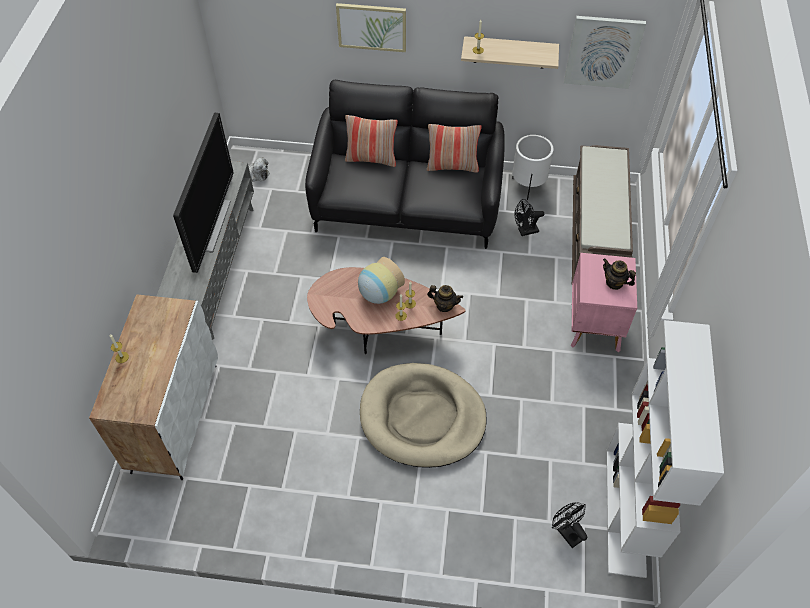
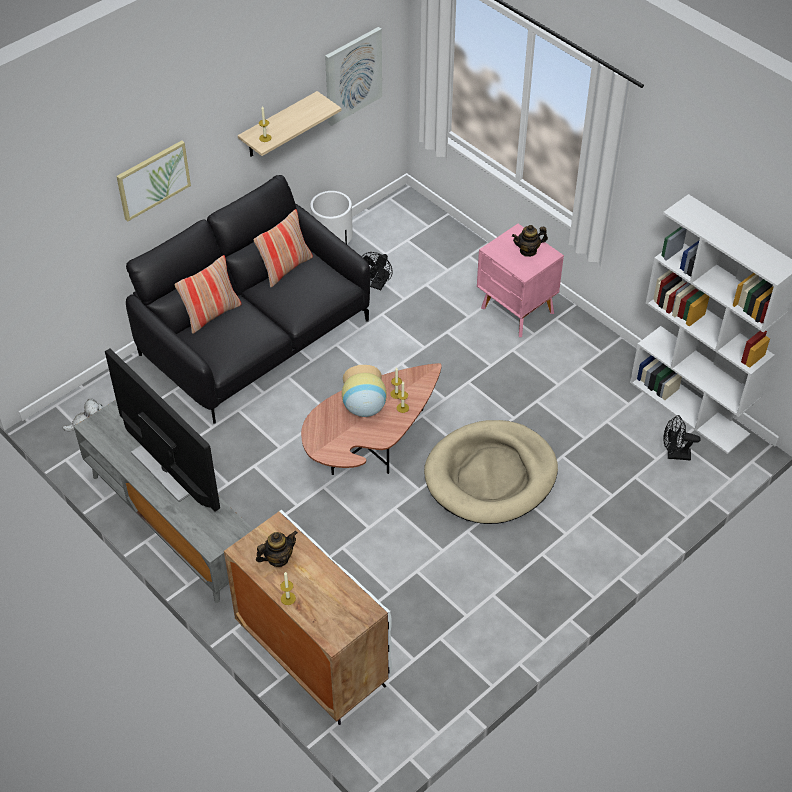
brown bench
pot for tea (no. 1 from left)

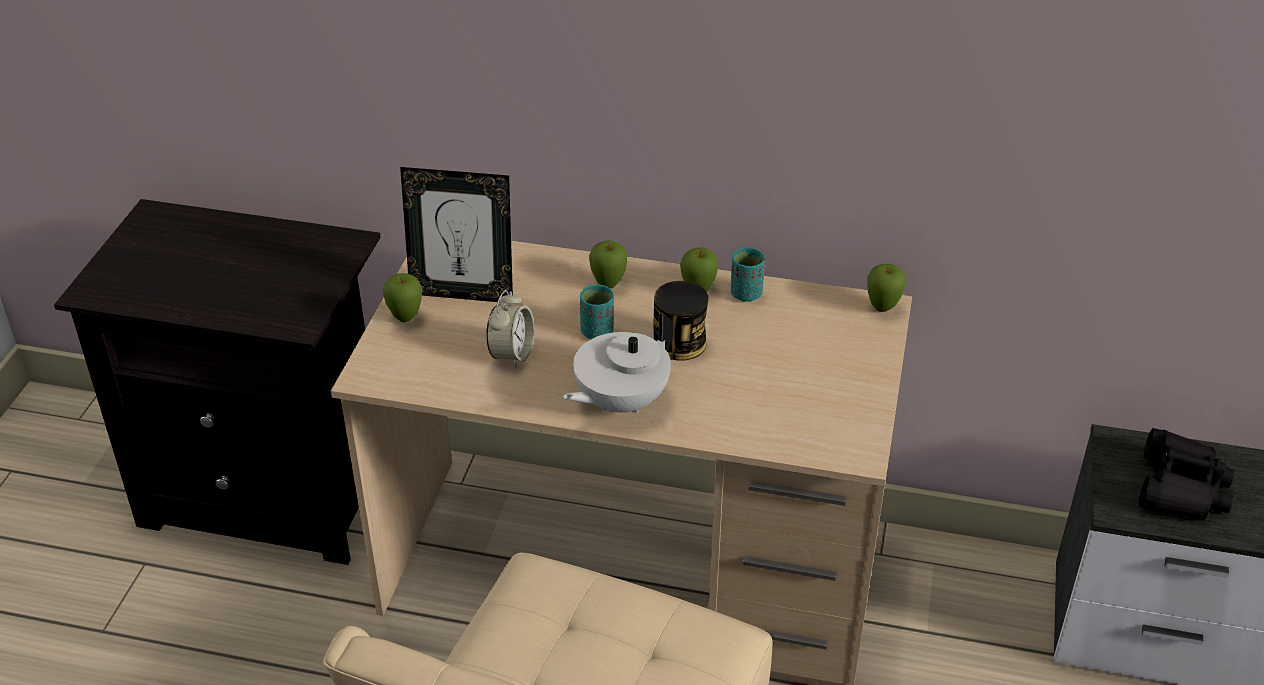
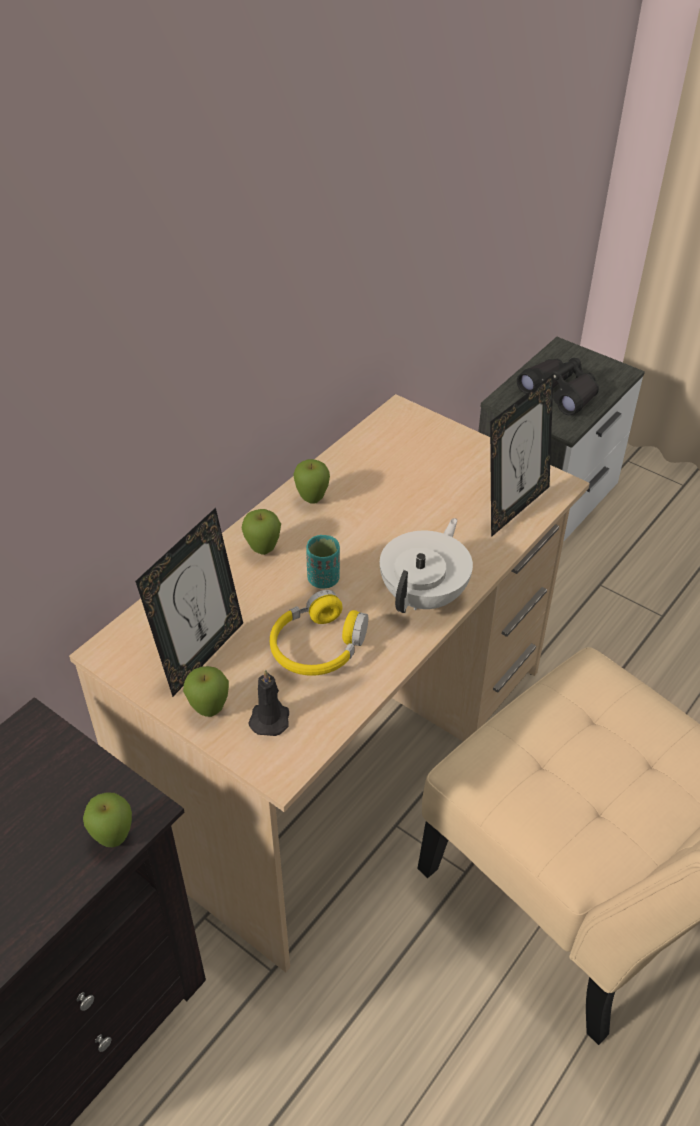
turquoise-coloured drinking cup (no. 2 from left in the first image)
whole apple (no. 1 from left)
sealed can
yellow headset
white-coloured pot for tea
picture frame (no. 2 from left)
black-coloured candle

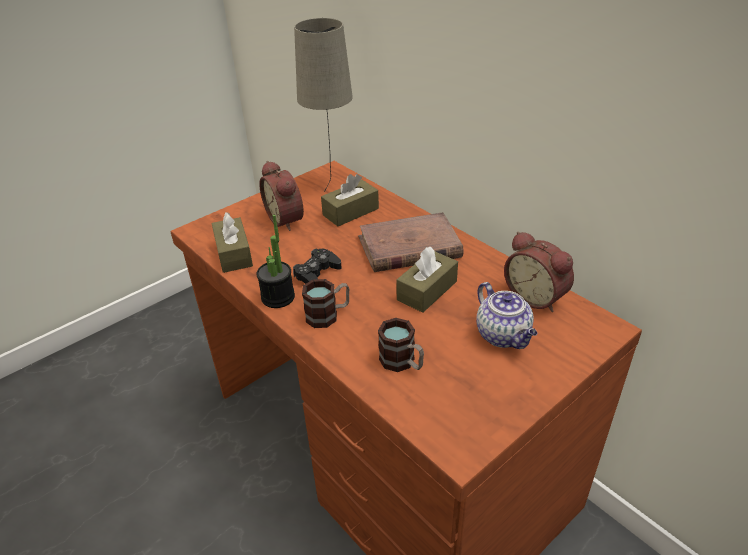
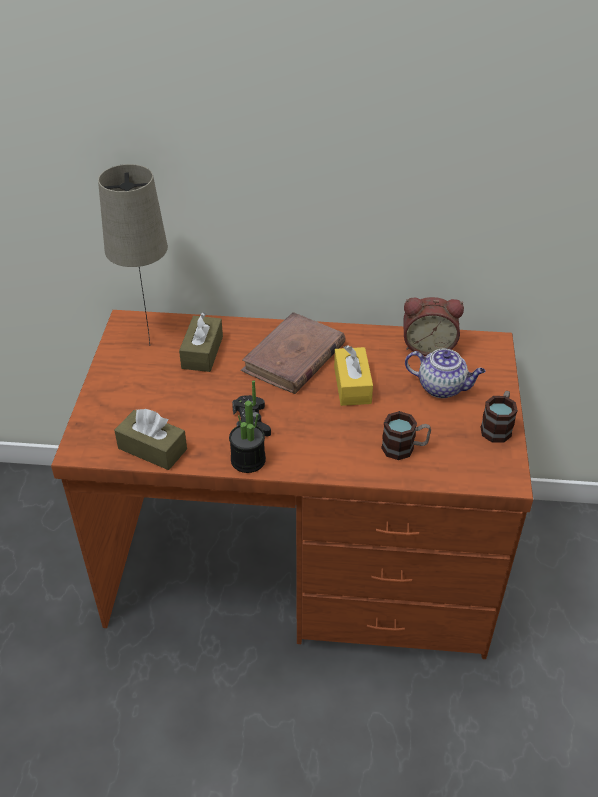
table clock (no. 1 from left in the first image)
yellow tissue box
tea mug (no. 2 from left)

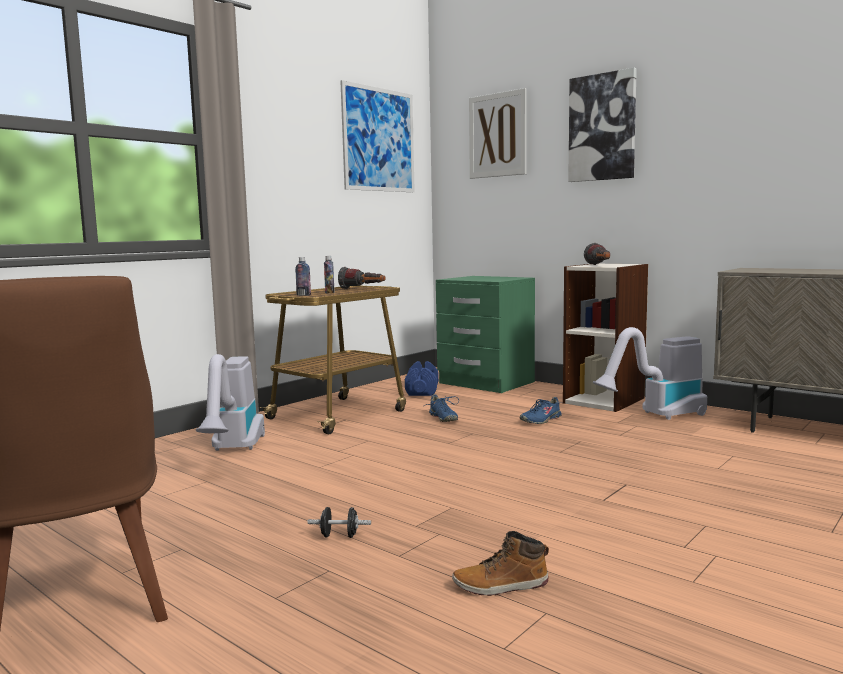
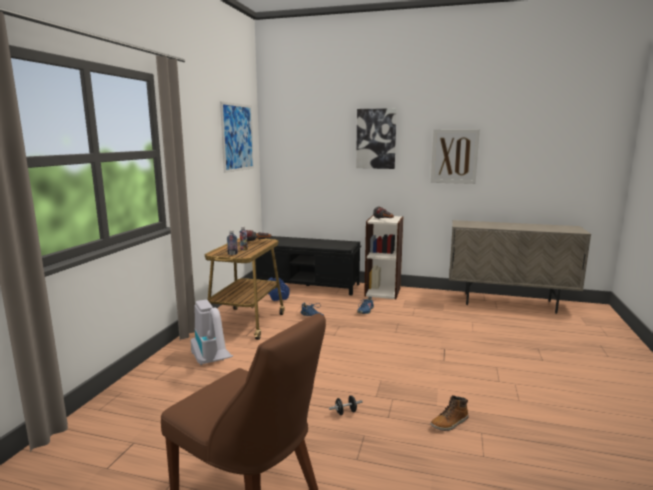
wall picture (no. 3 from left)
black-coloured bench
vacuum cleaner (no. 2 from left in the first image)

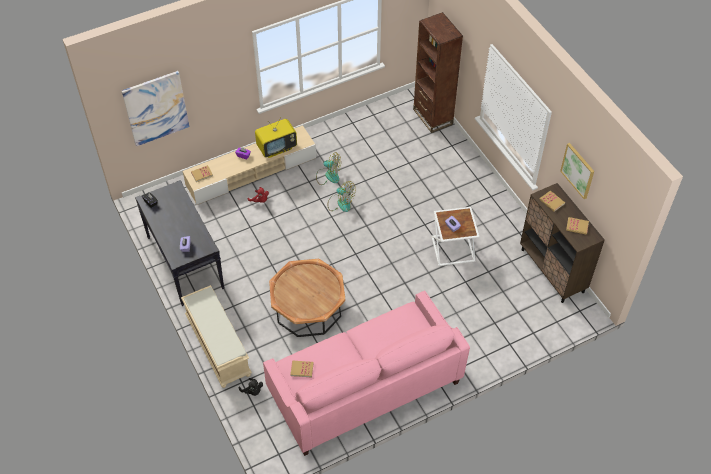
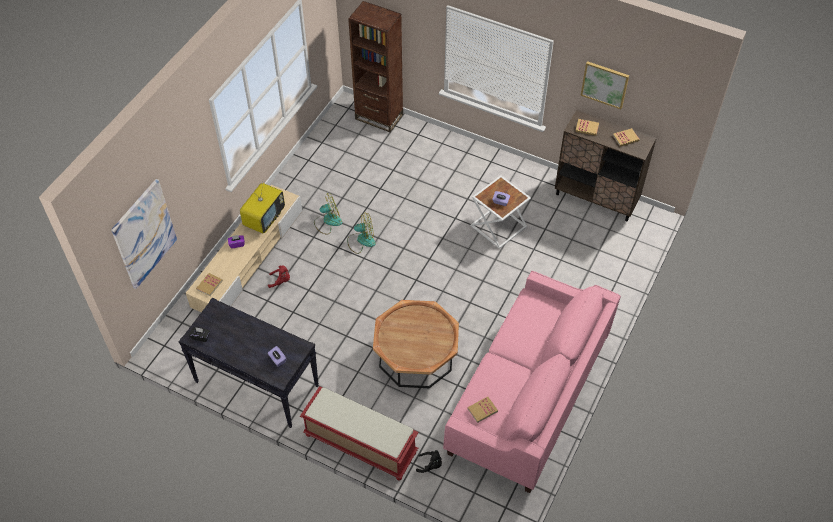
red-coloured bench

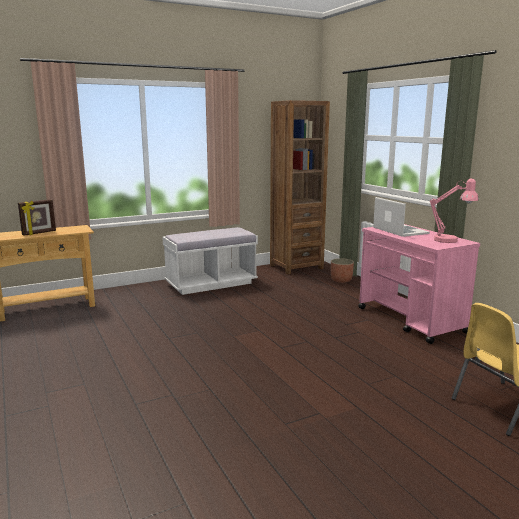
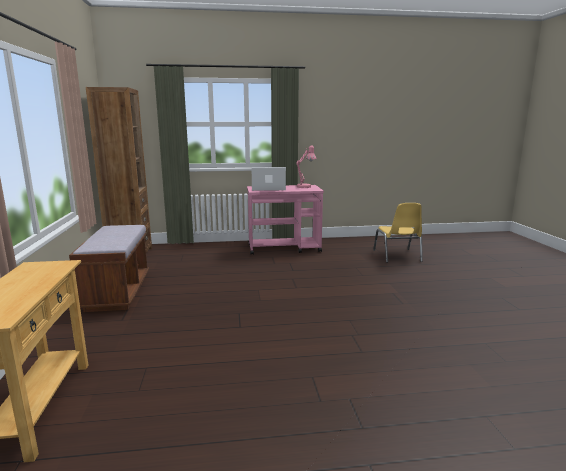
picture frame
brown bench
planter

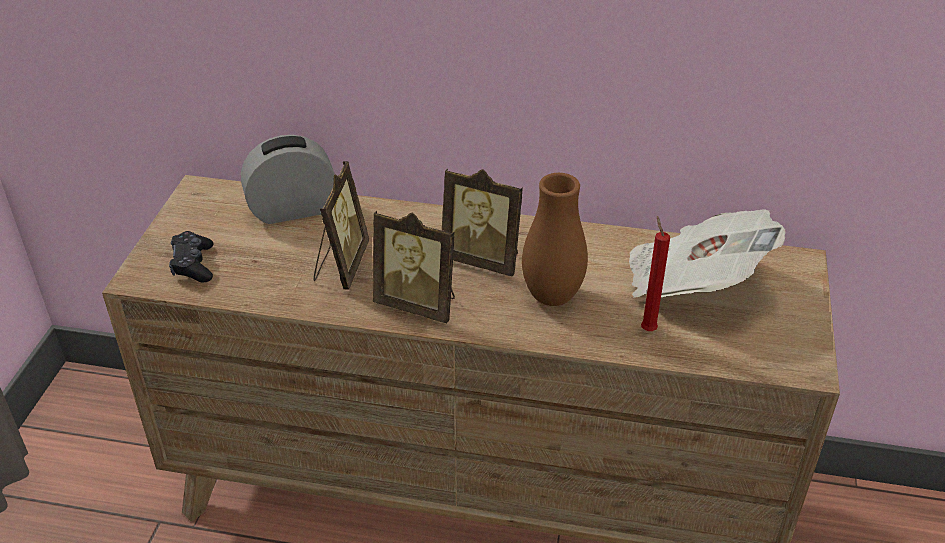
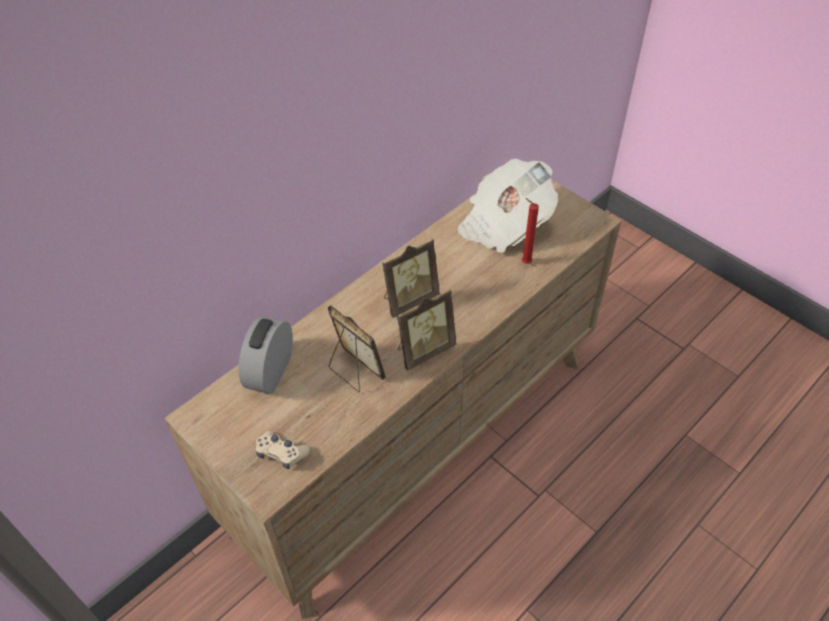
brown flower vase
beige-coloured game controller

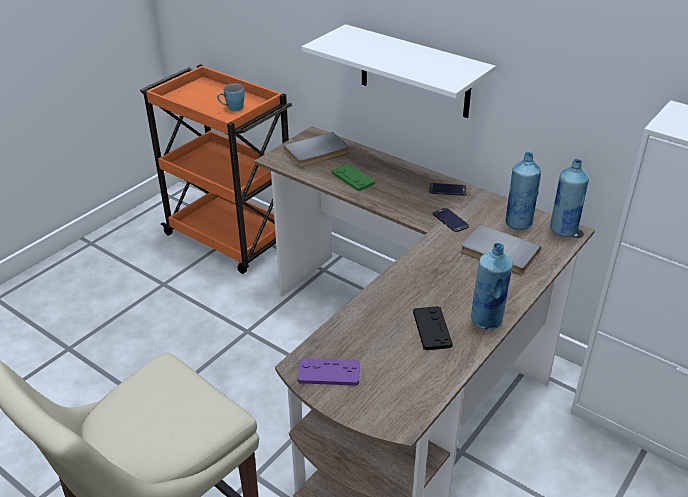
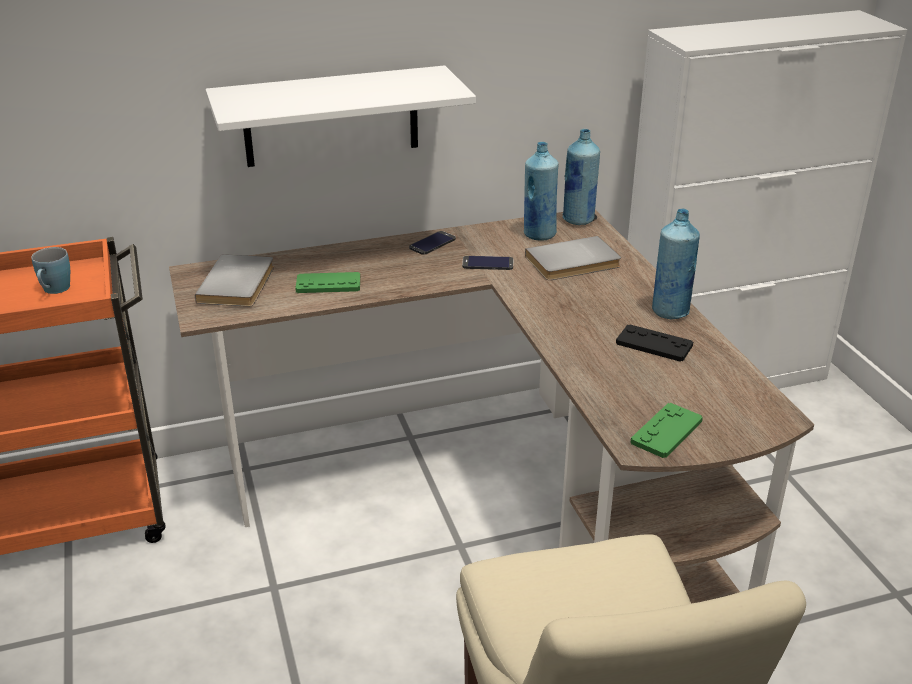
greenish game controller (no. 2 from left)

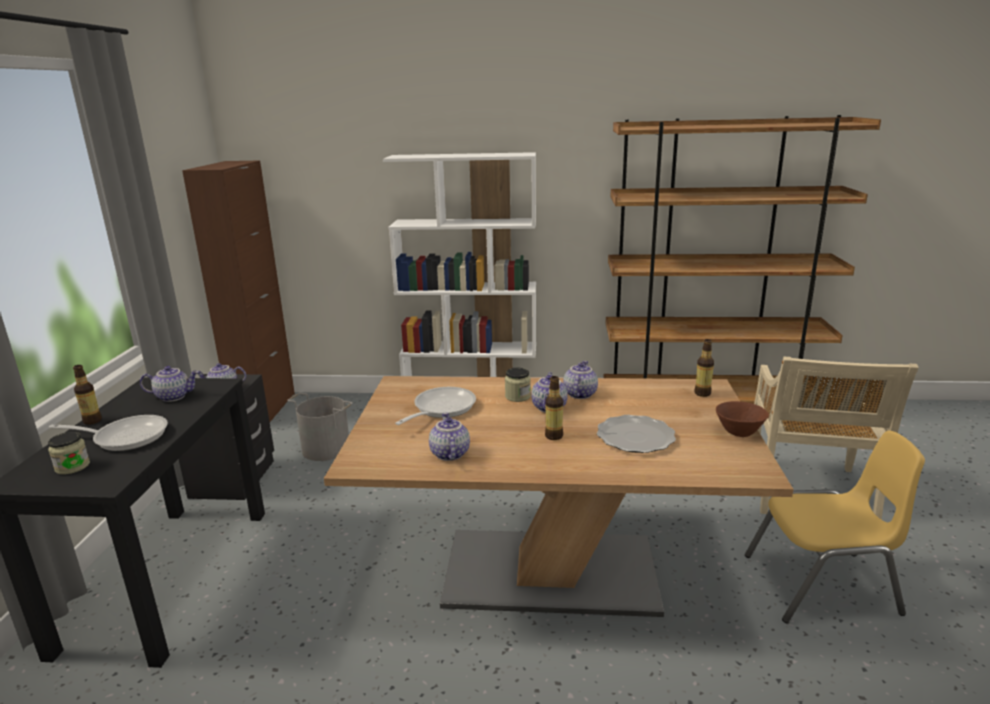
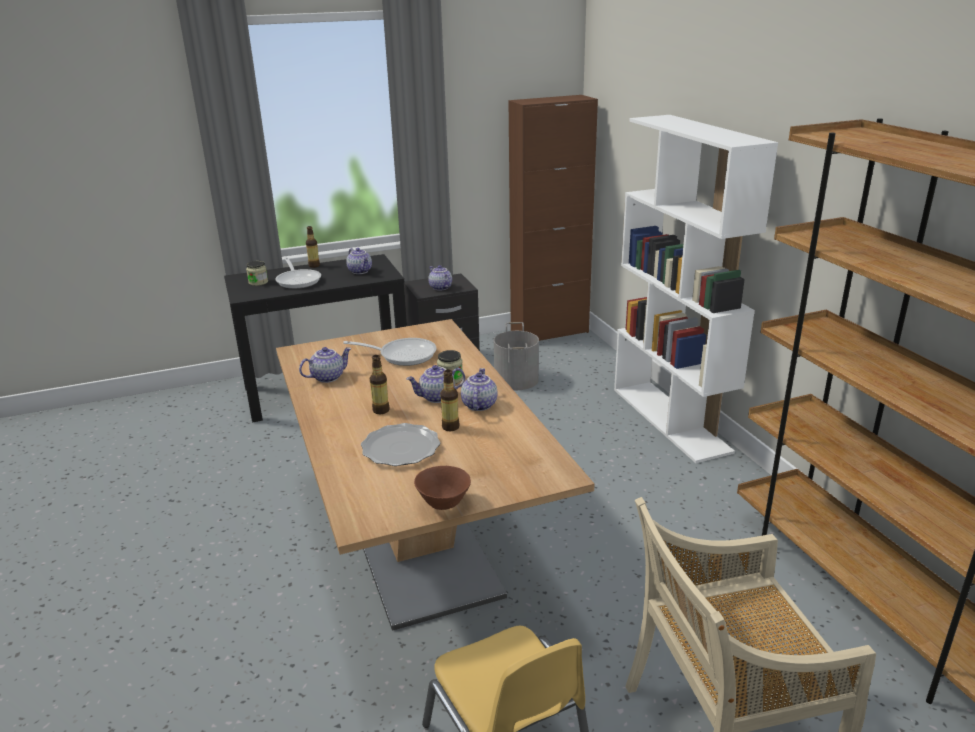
drink bottle (no. 3 from left)
pot for tea (no. 5 from left)

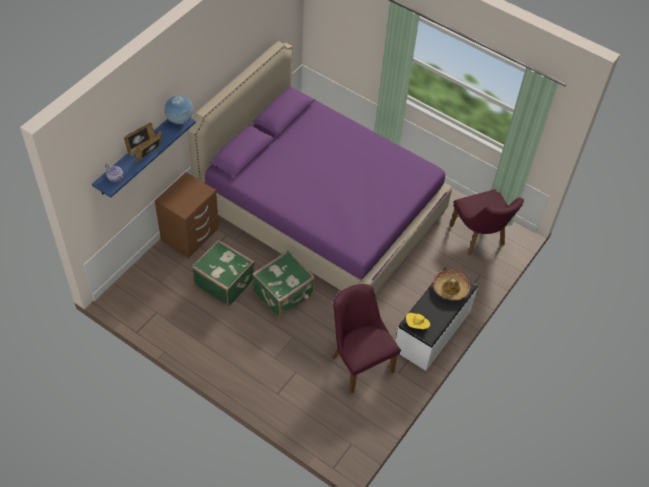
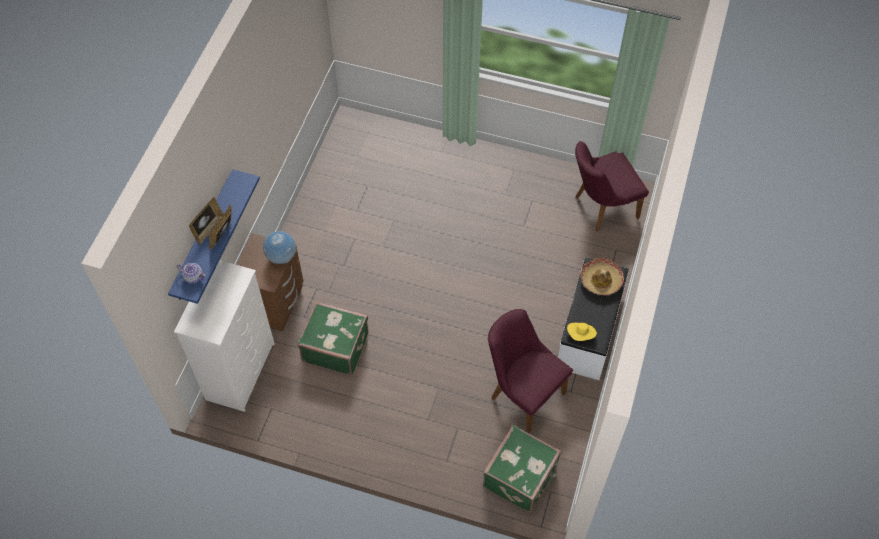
purple-coloured sleeping bed
globe
purple-coloured upright chair (no. 2 from left)
greenish travel case (no. 2 from left)
white-coloured drawer chest

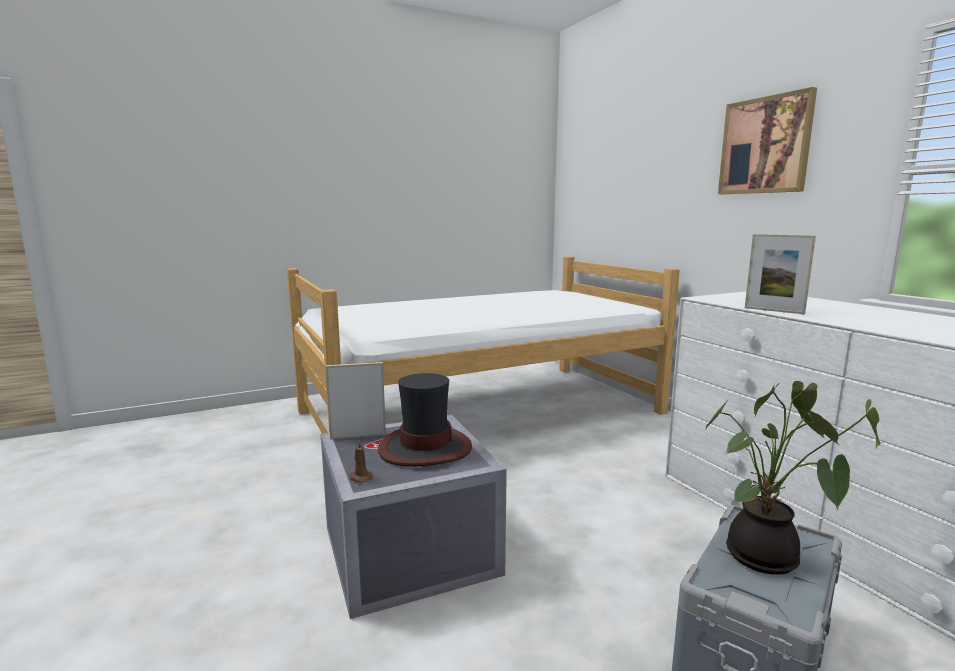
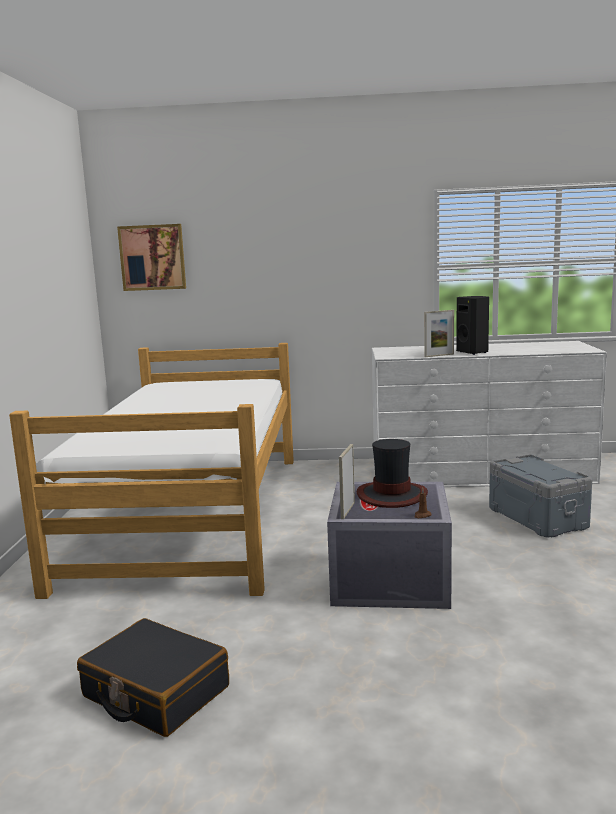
wall picture
potted plant
black-coloured loudspeaker
black-coloured travel case

